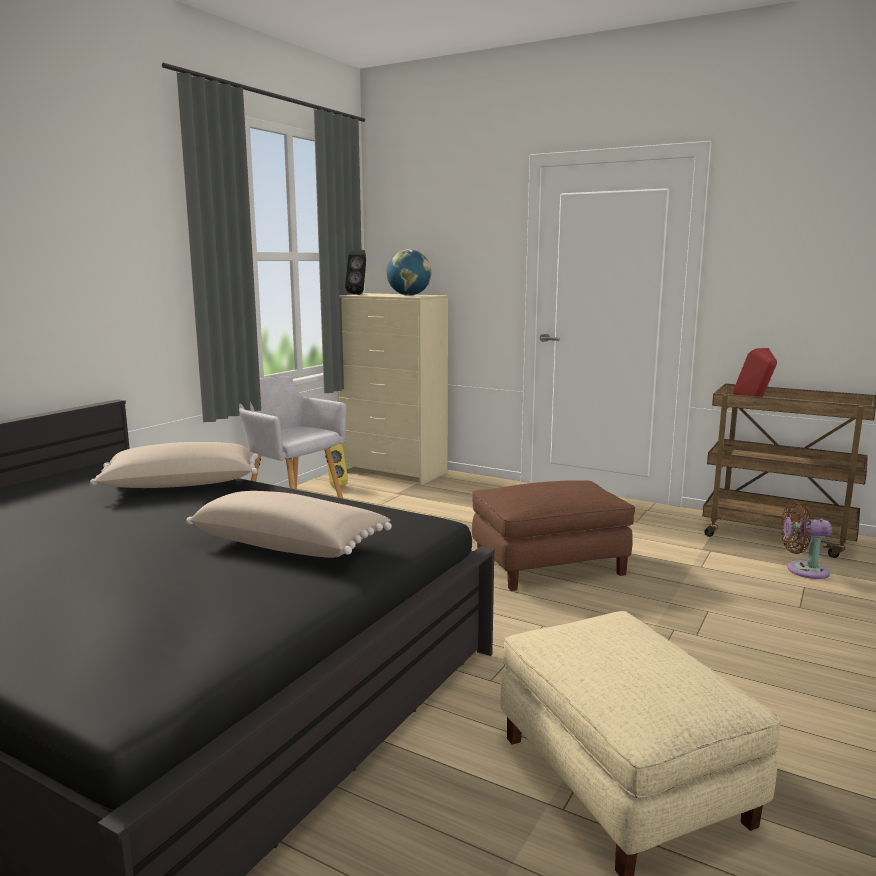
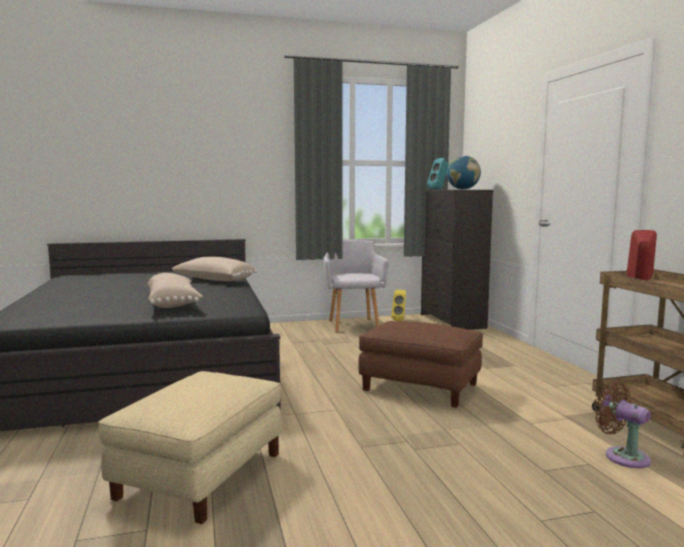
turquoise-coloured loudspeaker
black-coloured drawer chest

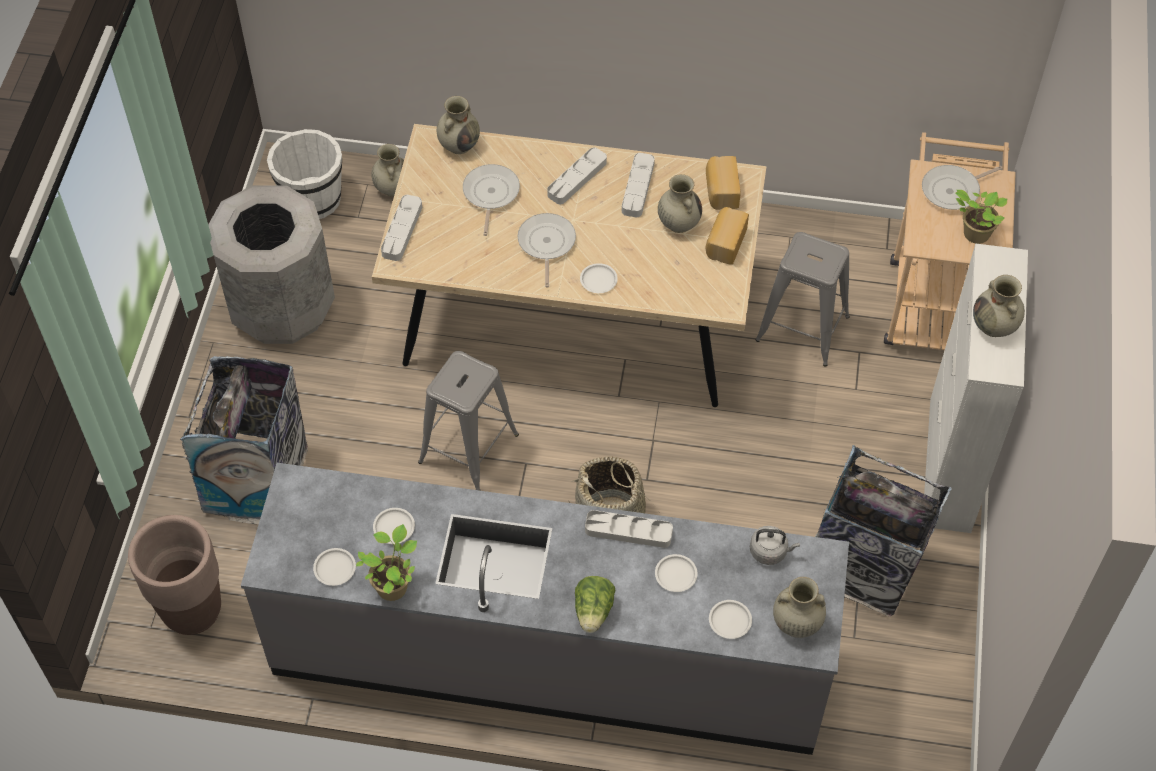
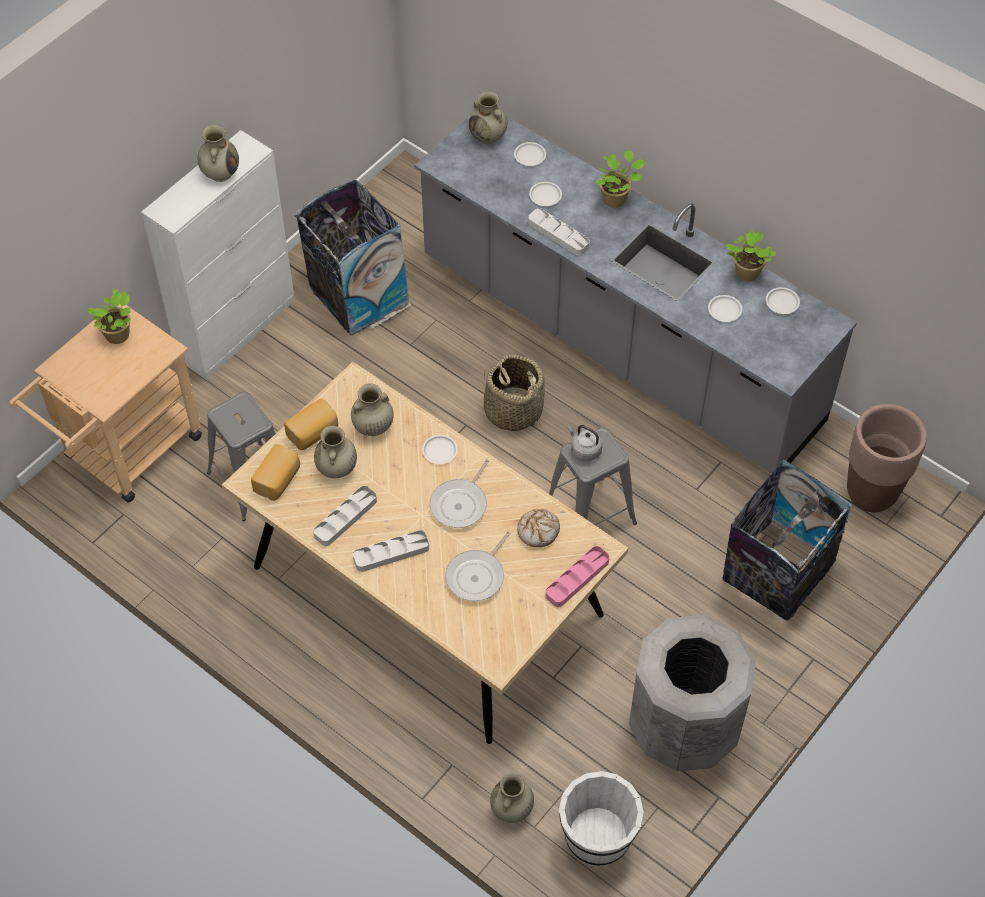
beige-coloured flower vase (no. 3 from left)
skillet (no. 3 from left in the first image)
pink tray
grey tea kettle
potted plant (no. 2 from left)
bread (no. 3 from left)

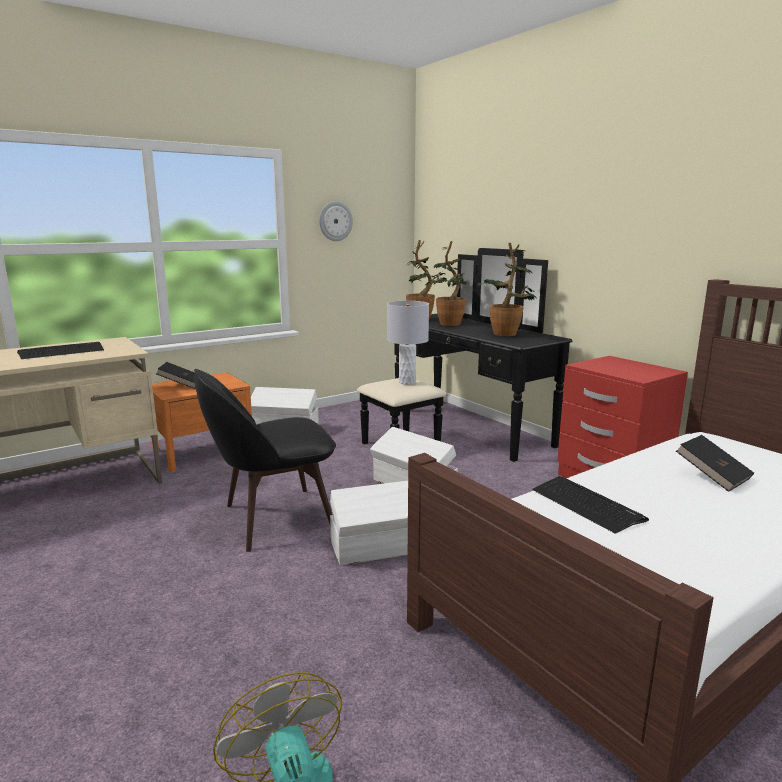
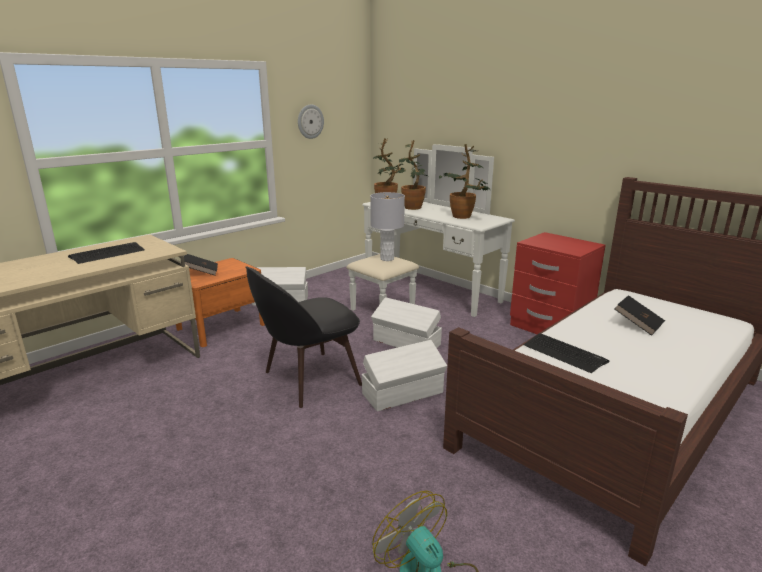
white-coloured drawer chest

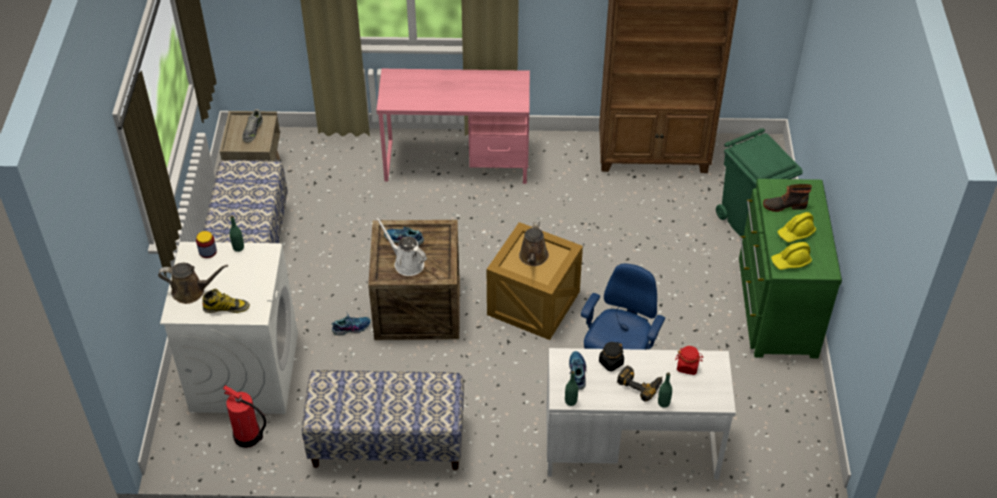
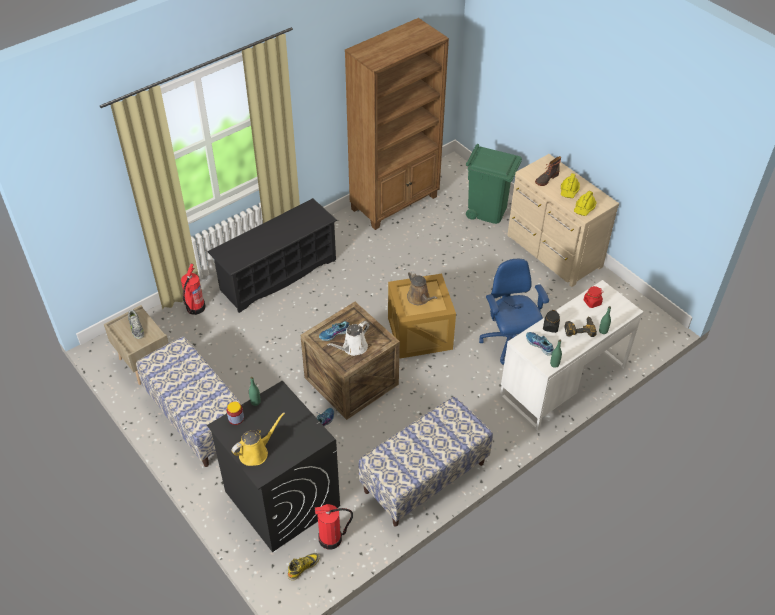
black-coloured shoe rack
beige-coloured drawer chest
white-coloured watering can
black-coloured laundry appliance
yellow watering can
tall boot (no. 1 from left)
fire extinguisher (no. 1 from left)

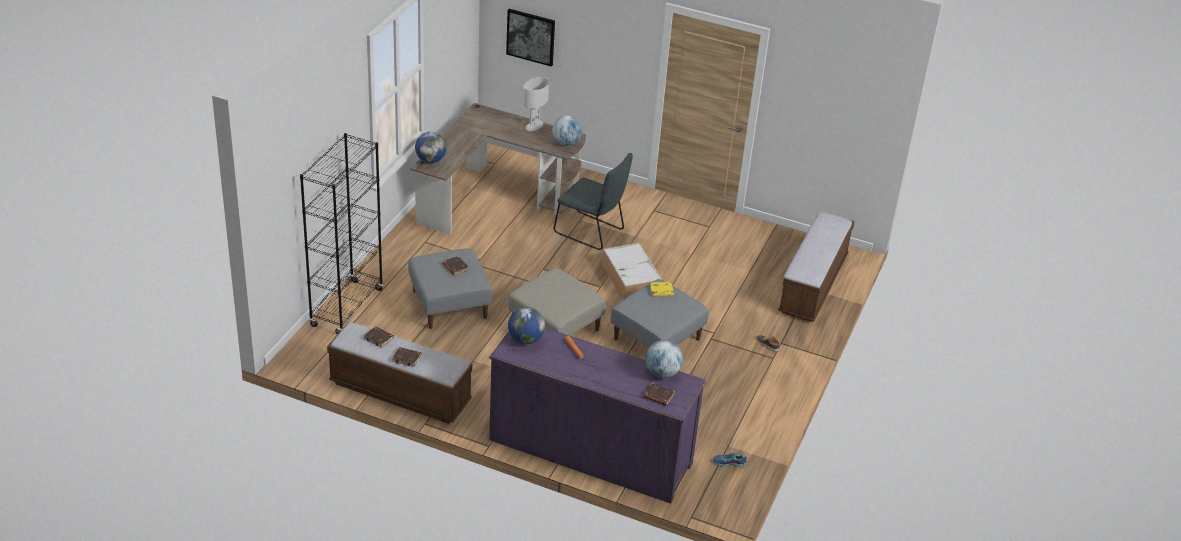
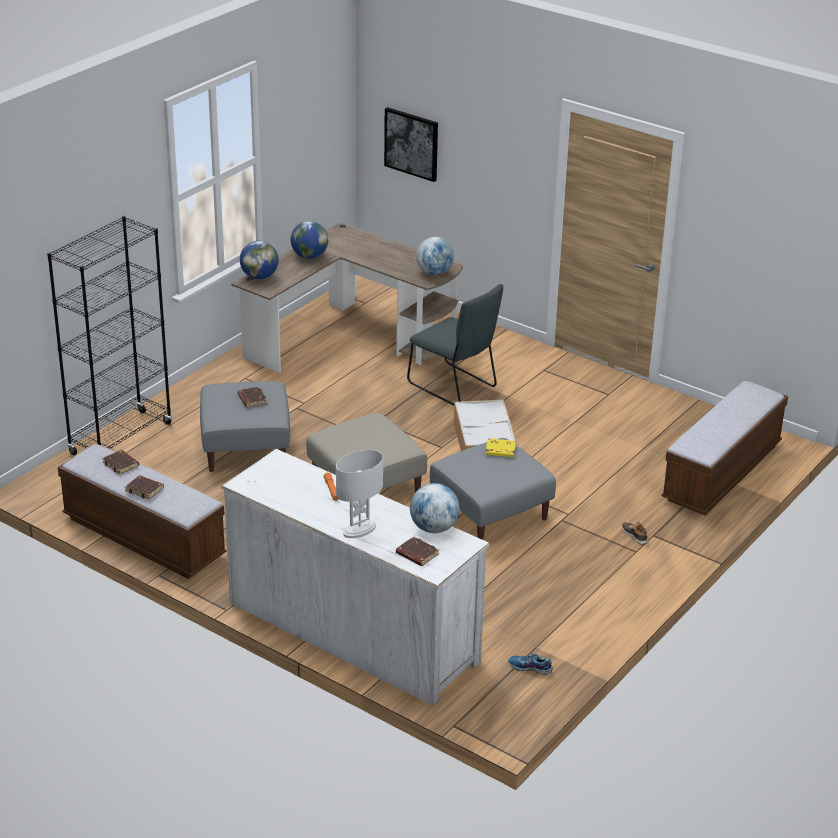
white-coloured tabletop lamp
globe (no. 2 from left)
white-coloured drawer chest

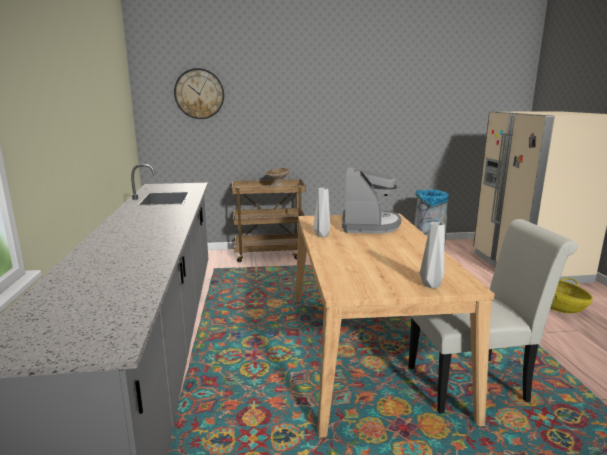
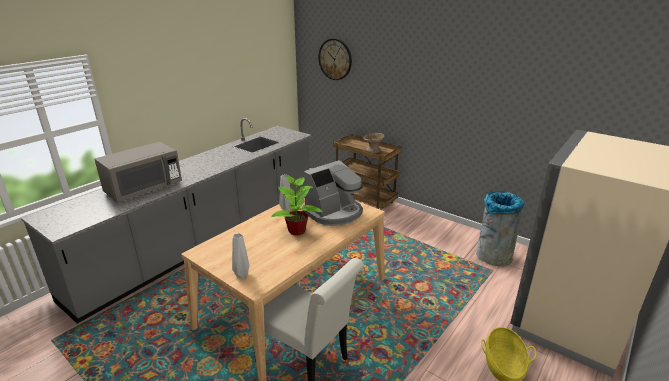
grey kitchen microwave
potted plant

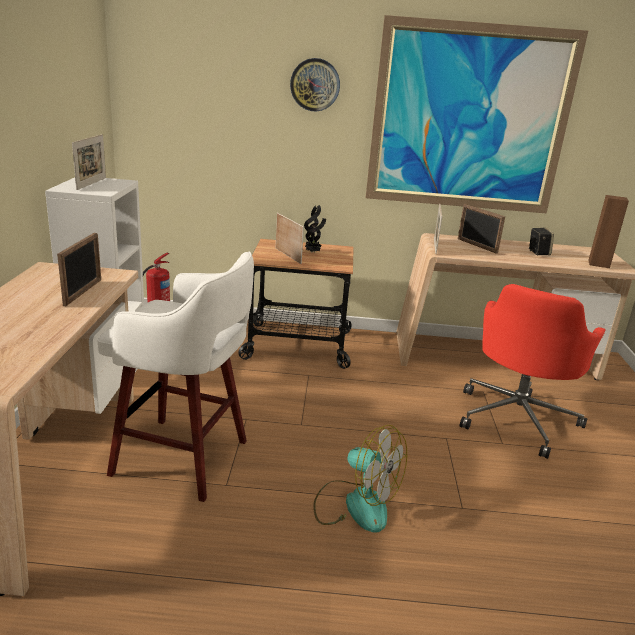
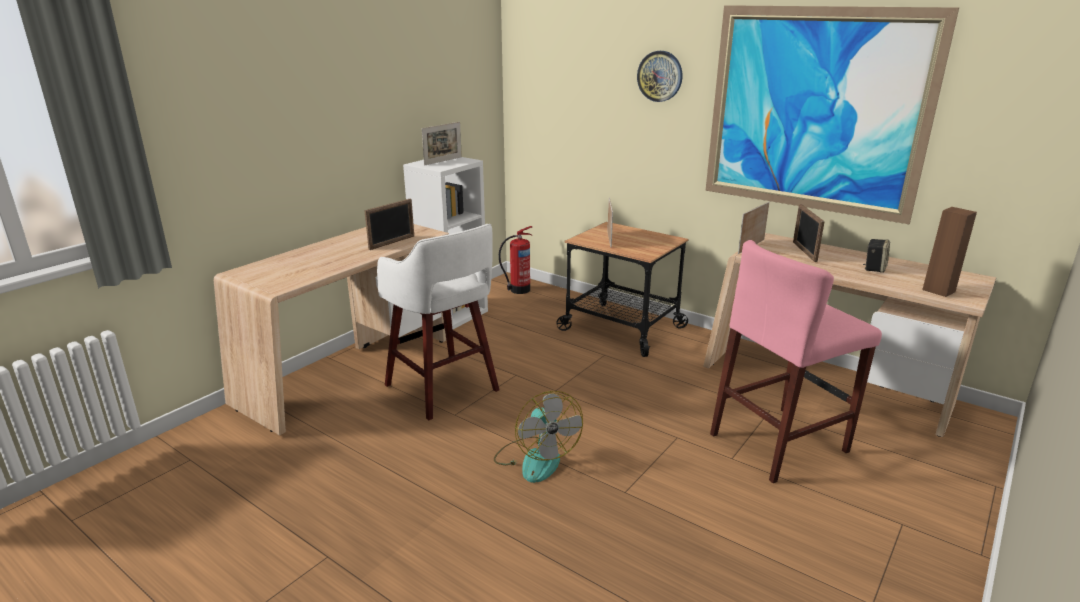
potted plant
pink stool seat

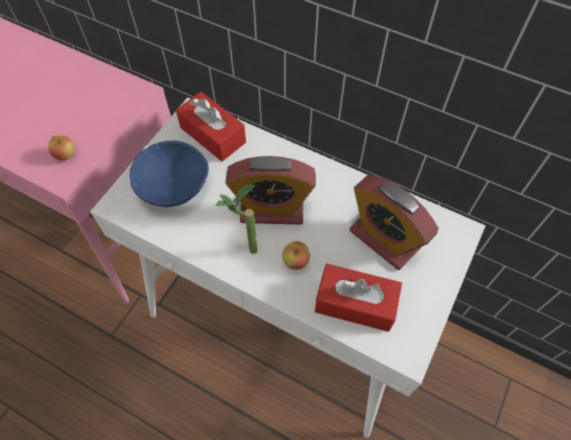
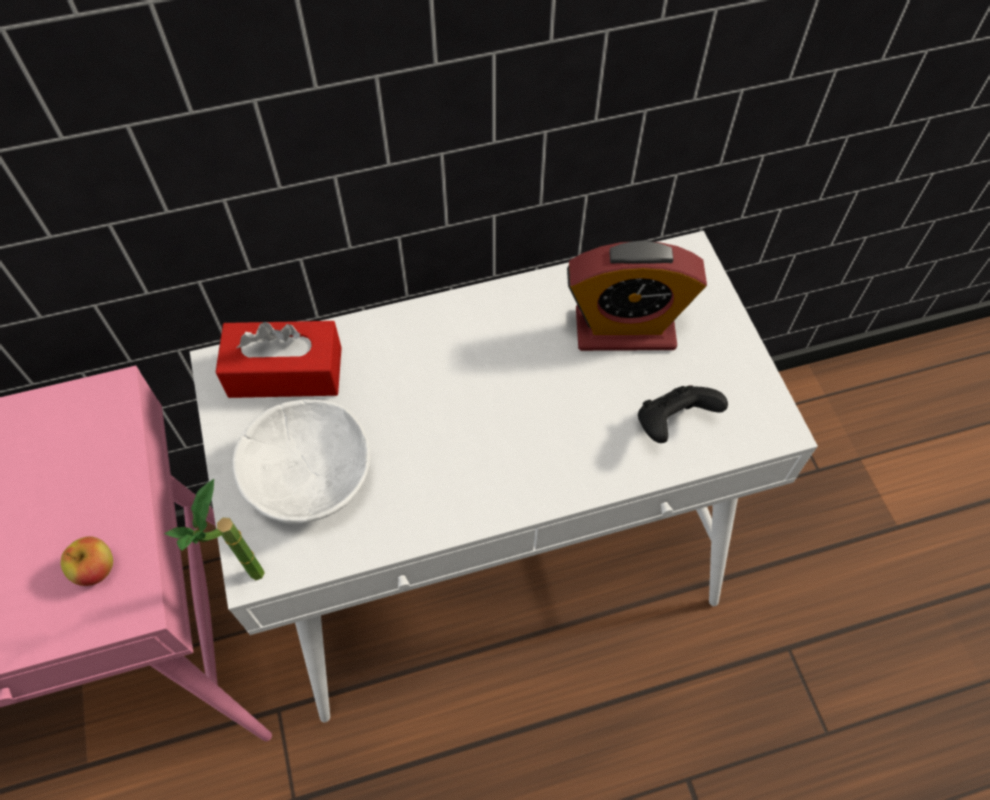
white-coloured bowl
table clock (no. 1 from left in the first image)
potted plant
whole apple (no. 2 from left in the first image)
black-coloured game controller

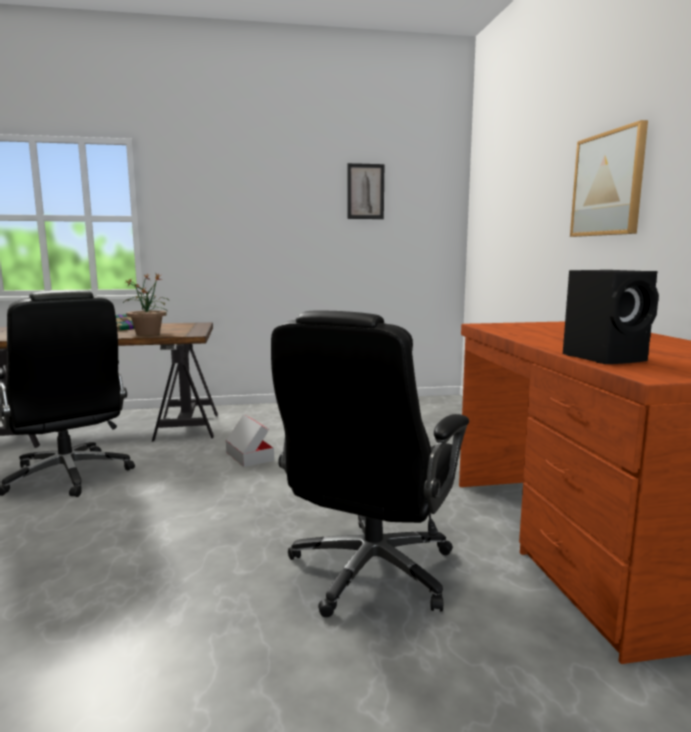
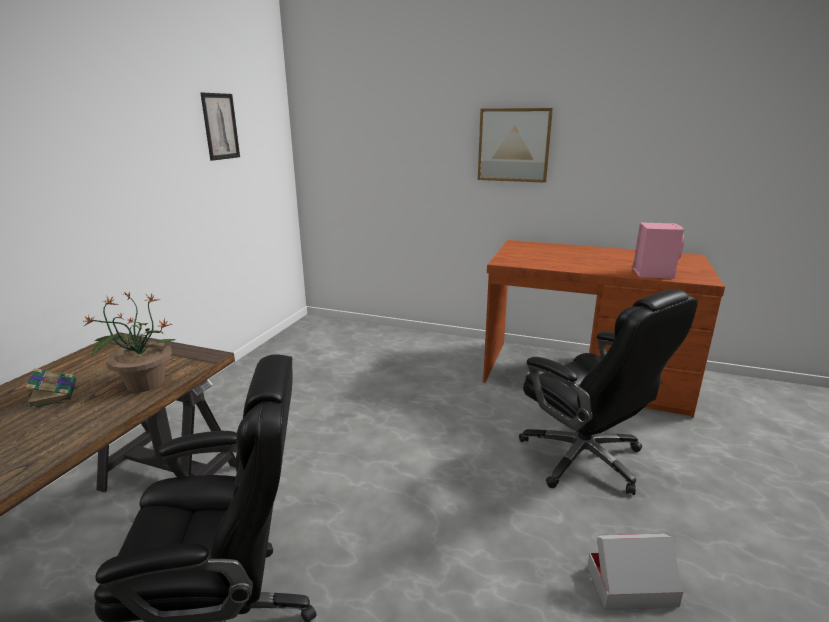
pink loudspeaker
carton

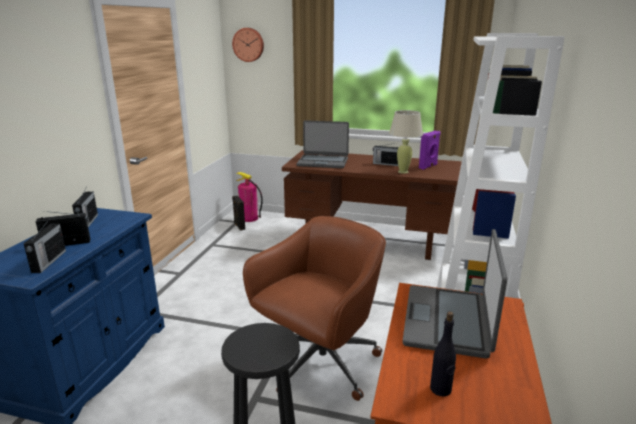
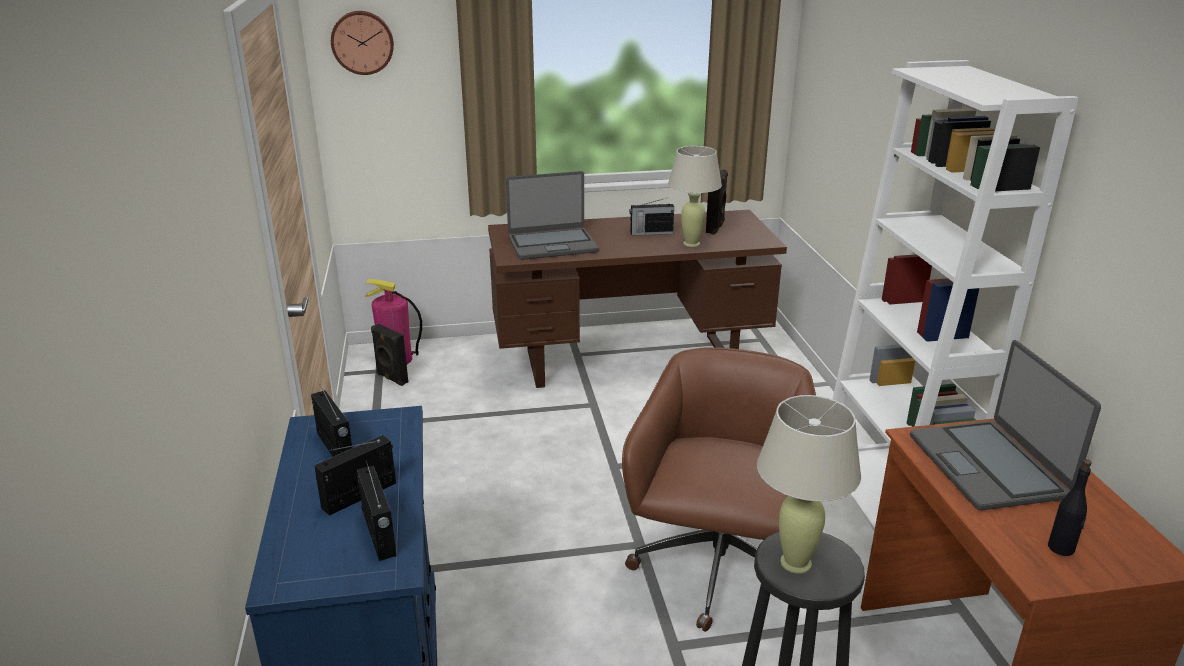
black-coloured loudspeaker (no. 2 from left)
beige-coloured tabletop lamp (no. 2 from left)

